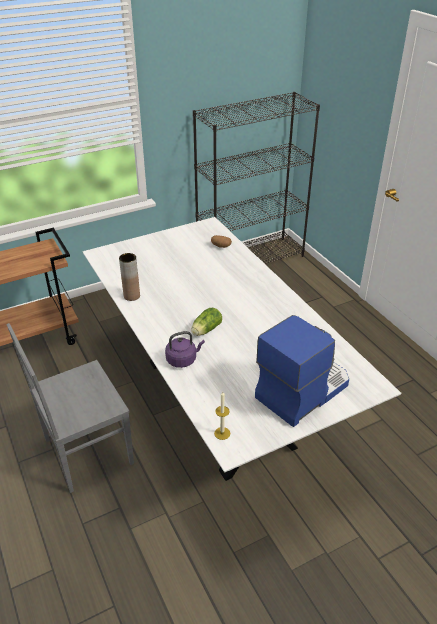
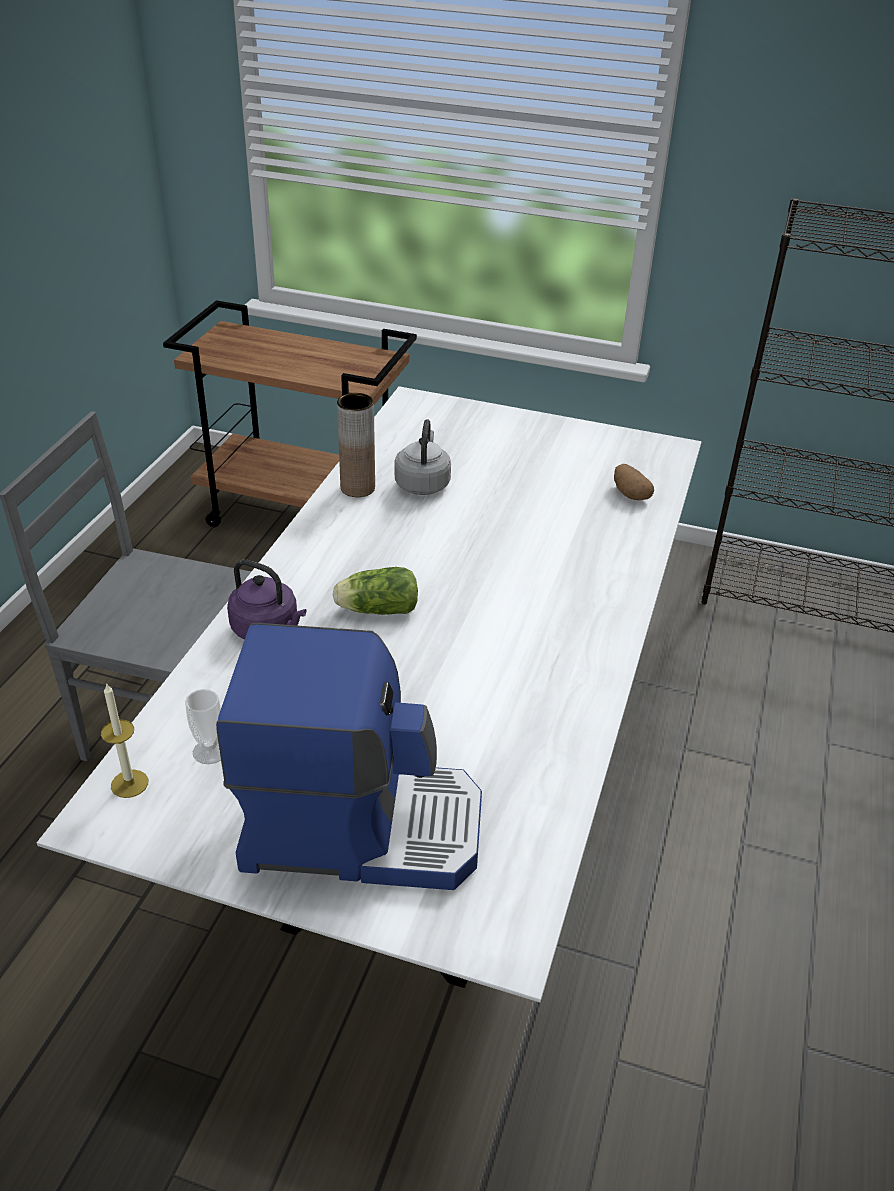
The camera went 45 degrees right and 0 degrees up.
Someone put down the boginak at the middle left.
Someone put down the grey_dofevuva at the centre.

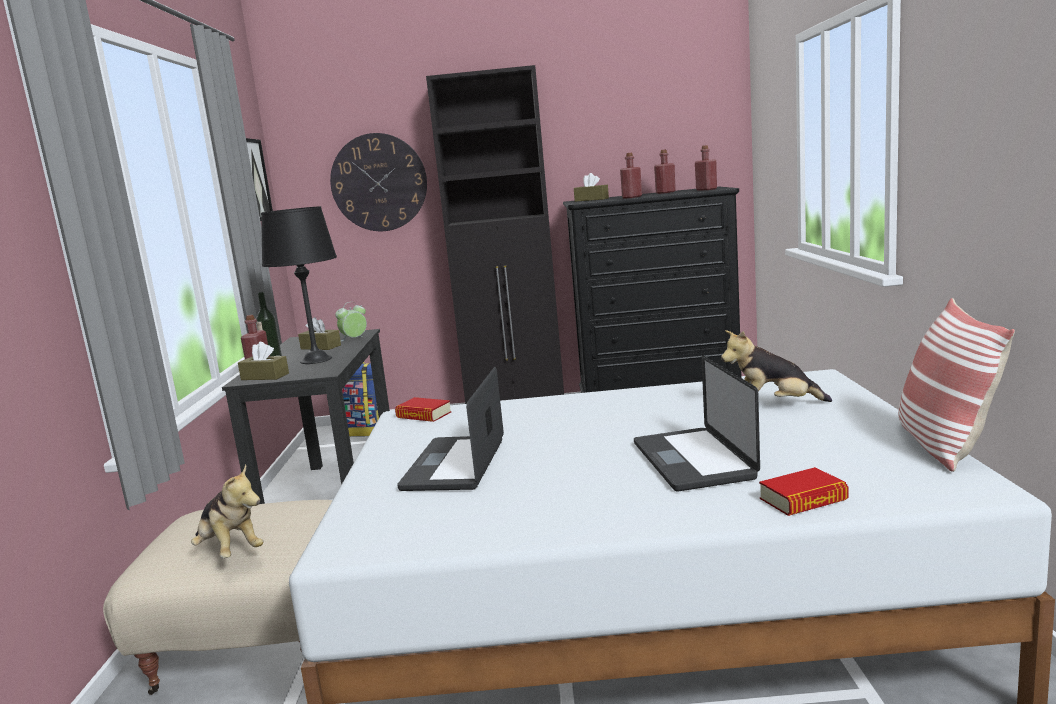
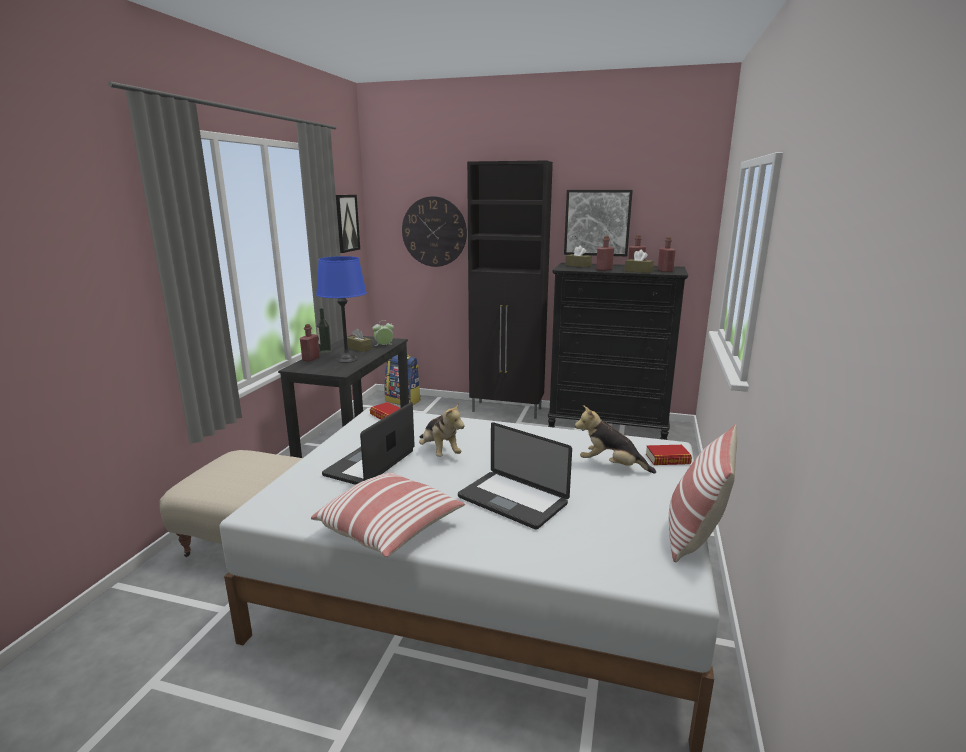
The camera went 15 degrees right and 5 degrees up.
Someone put down the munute (1st from left) at the bottom centre.
Someone put up the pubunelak (2nd from left) at the top centre.
Someone carried the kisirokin (1st from left) from the bottom left to the centre.
Someone carried the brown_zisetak (1st from left in the first image) from the middle left to the centre.
Someone carried the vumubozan (2nd from left) from the bottom right to the middle right.
Someone repainted the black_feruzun at the middle left, which became the blue_feruzun at the centre.
Someone rotated the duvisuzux (2nd from left) at the centre by 60 degrees counterclockwise.

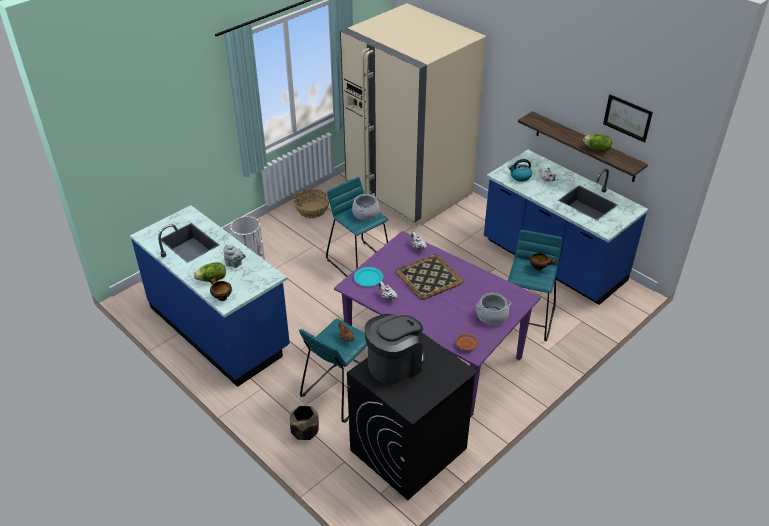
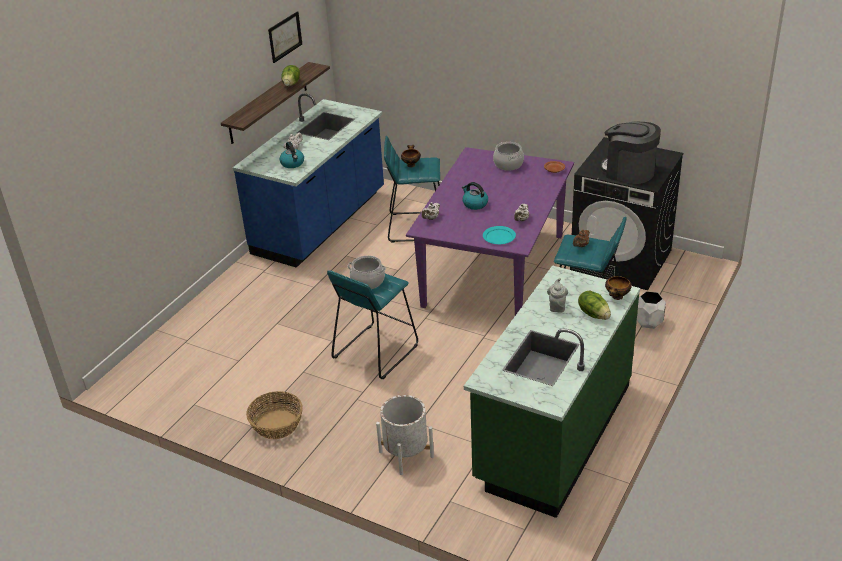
The camera went 105 degrees left and 5 degrees down.
Someone took away the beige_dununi at the top centre.
Someone swapped the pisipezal at the centre for the dofevuva (2nd from left) at the centre.
Someone repainted the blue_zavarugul (1st from left) at the middle left, which became the green_zavarugul at the bottom centre.
Someone repainted the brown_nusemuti at the bottom centre, which became the white_nusemuti (2nd from left) at the middle right.

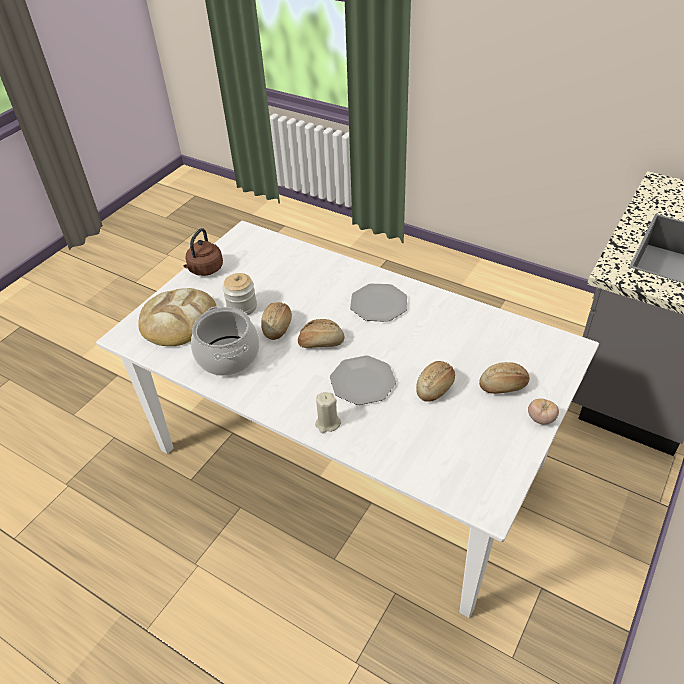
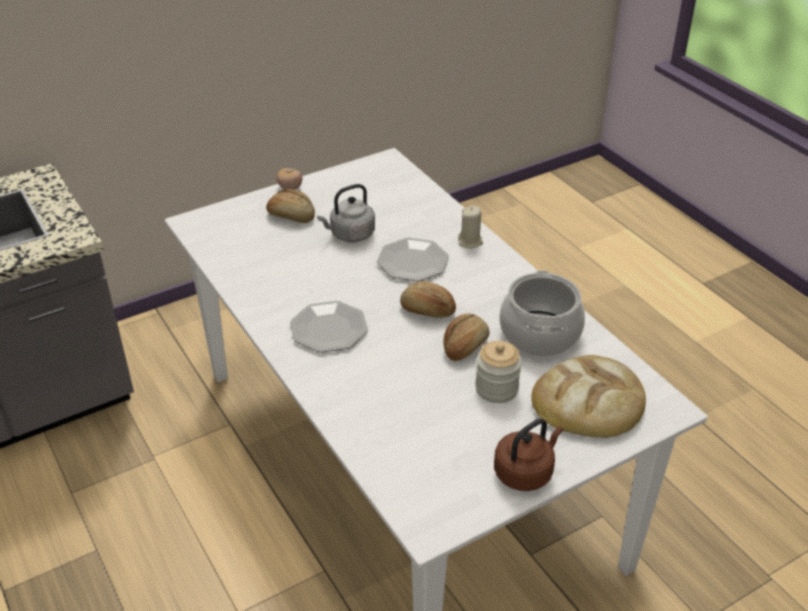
The camera went 155 degrees left and 5 degrees down.
Someone swapped the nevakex (4th from left) at the centre for the grey_dofevuva at the centre.

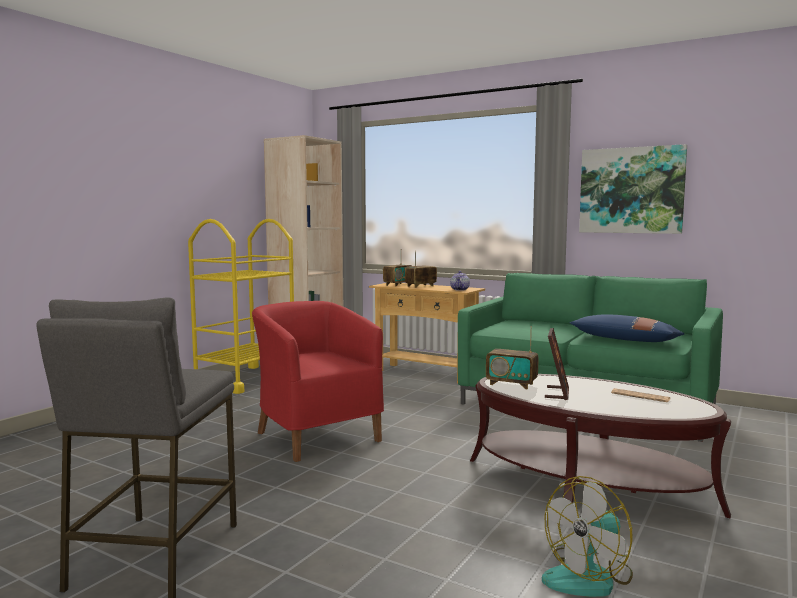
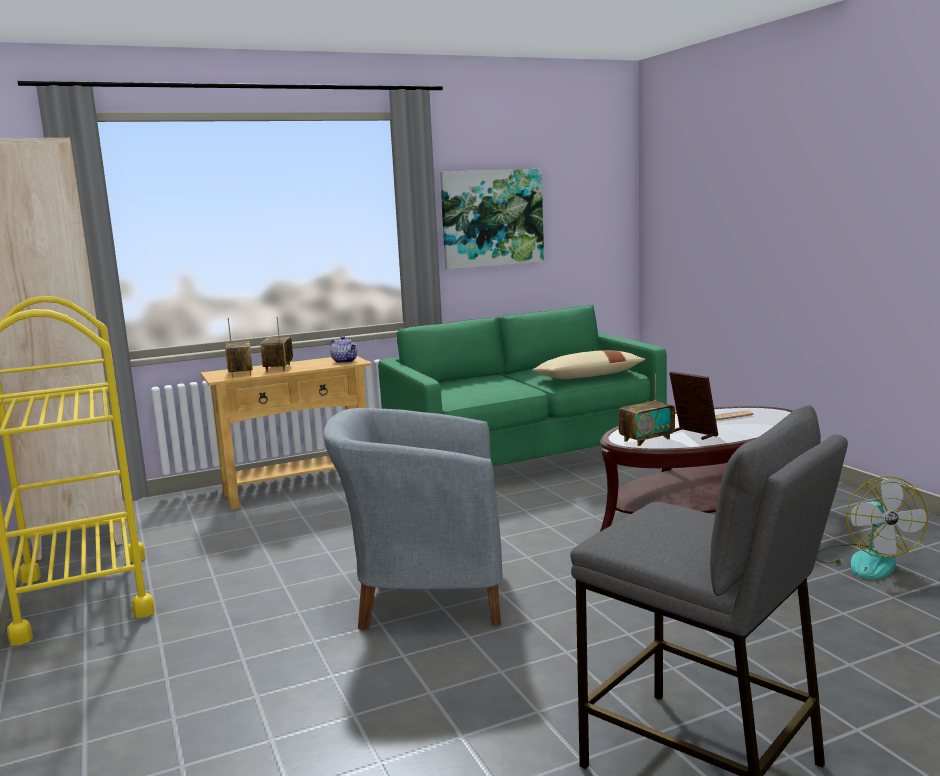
The camera went 55 degrees left and 5 degrees up.
Someone repainted the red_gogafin at the centre, which became the grey_gogafin at the bottom centre.
Someone repainted the blue_munute at the middle right, which became the beige_munute at the centre.

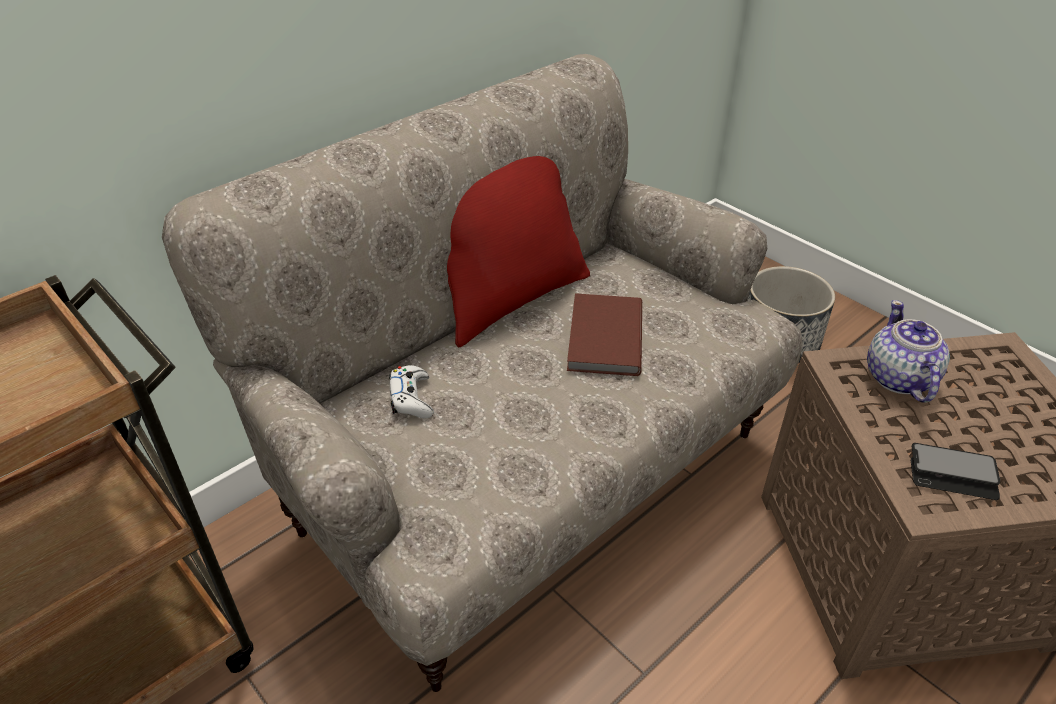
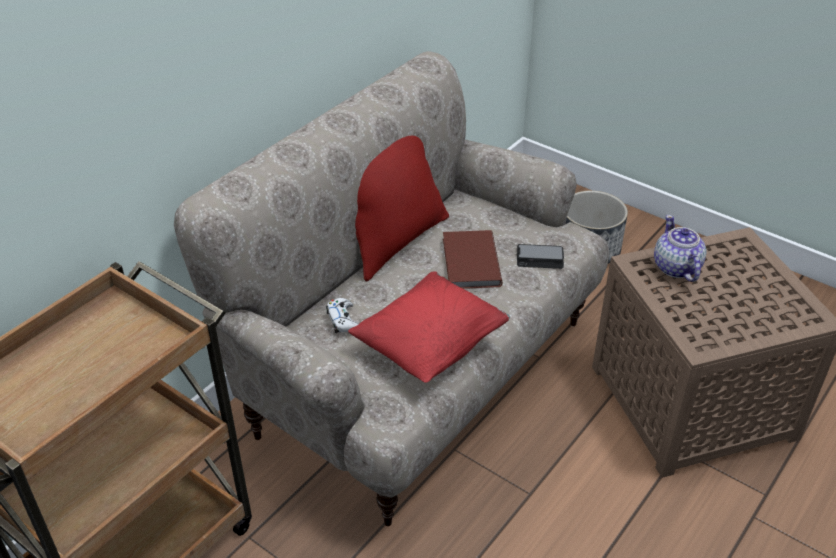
The camera went 10 degrees left and 0 degrees up.
Someone put down the red_munute (2nd from left) at the centre.
Someone carried the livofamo from the bottom right to the centre.

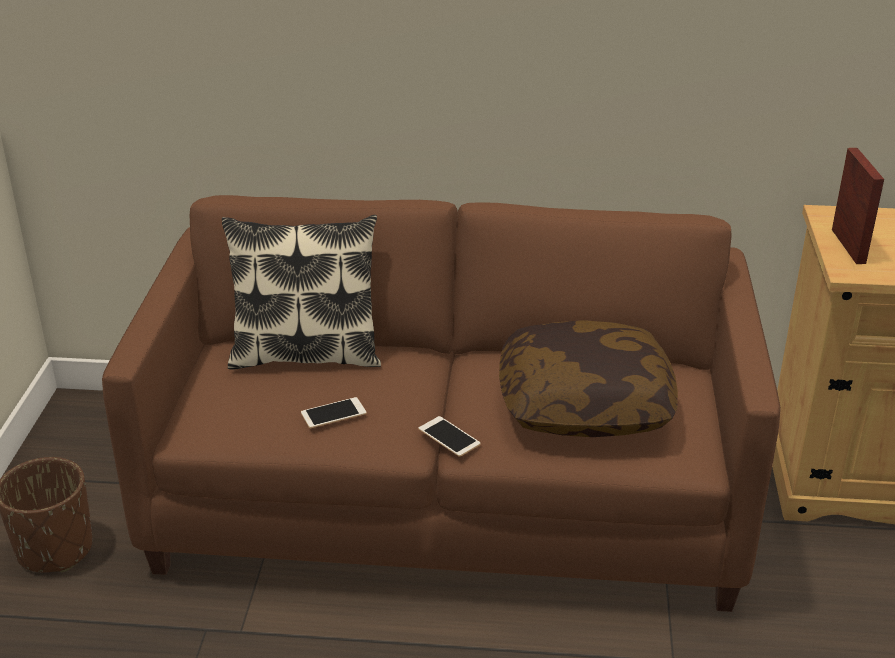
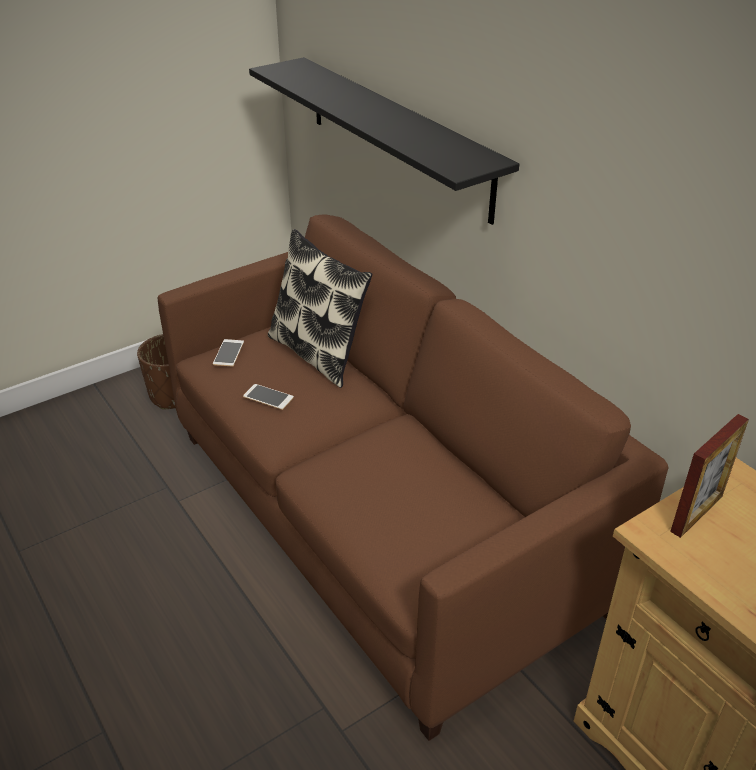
The camera went 50 degrees right and 5 degrees up.
Someone took away the munute (2nd from left) at the centre.
Someone put up the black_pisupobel at the top centre.
Someone carried the livofamo (2nd from left in the first image) from the centre to the middle left.

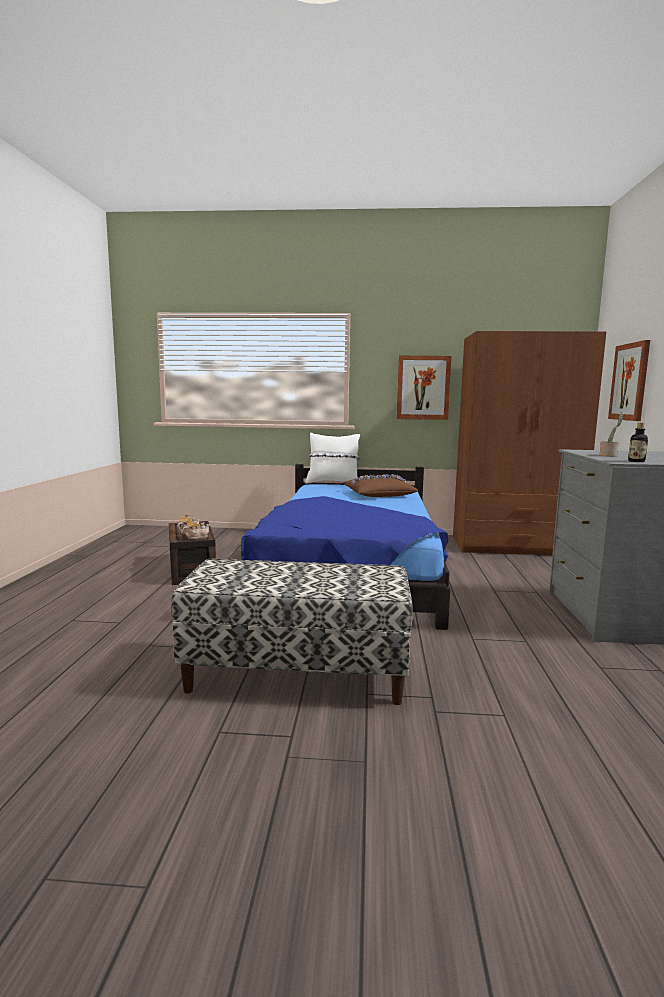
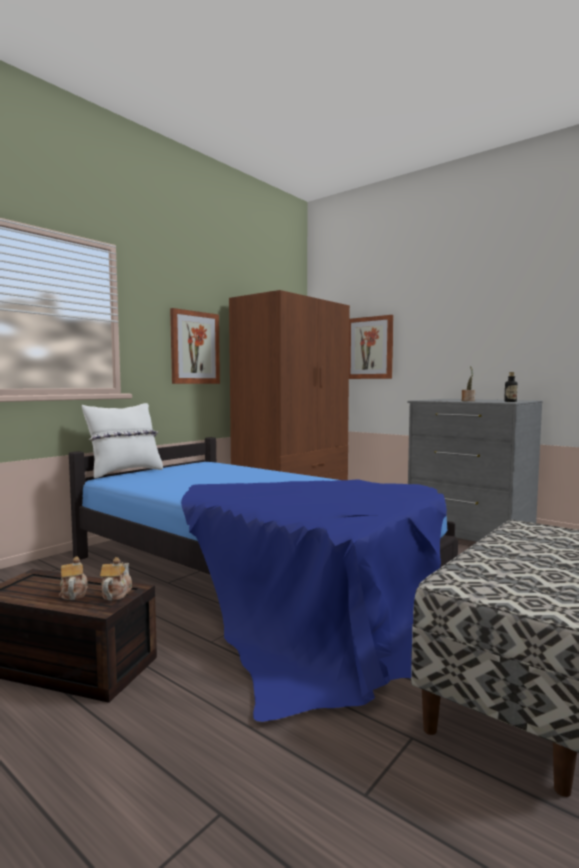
The camera went 55 degrees left and 5 degrees down.
Someone took away the brown_munute at the centre.

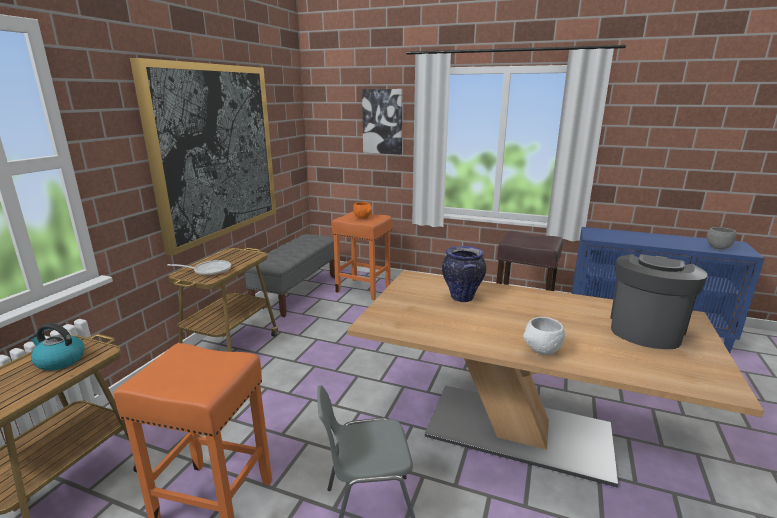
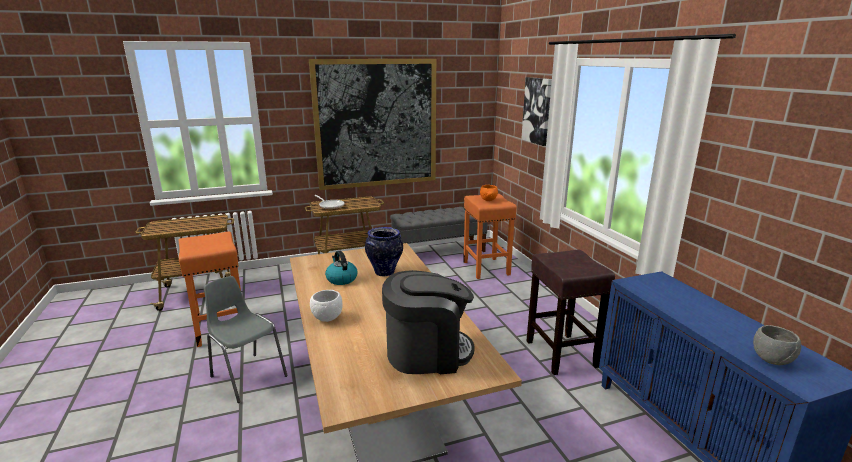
The camera went 50 degrees right and 0 degrees up.
Someone carried the dofevuva from the bottom left to the centre.

